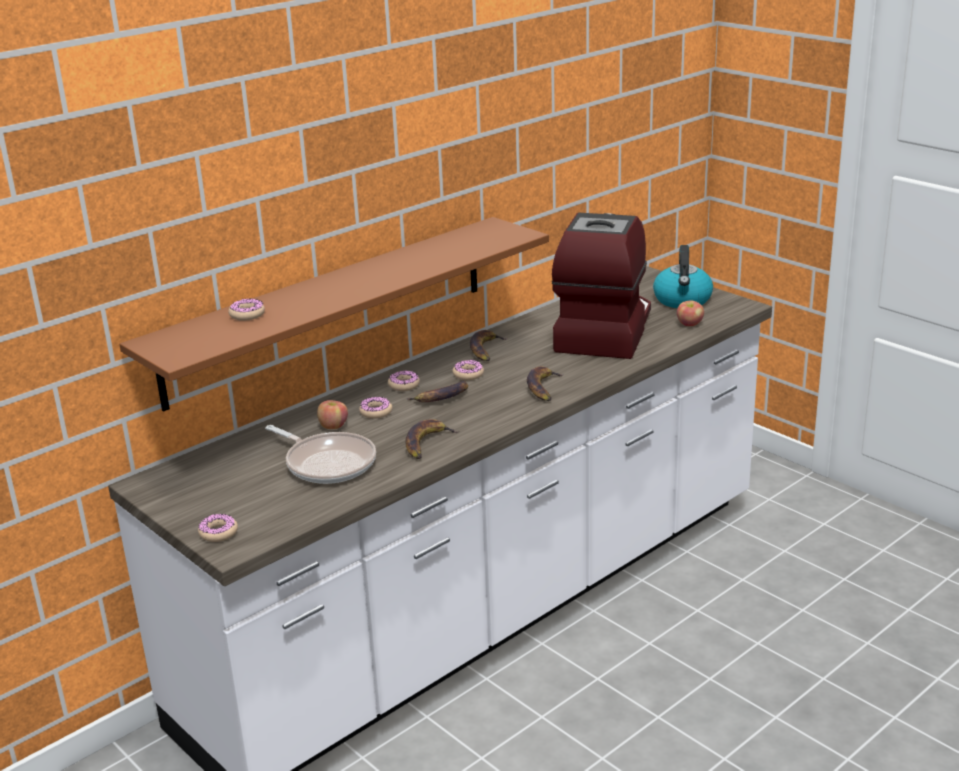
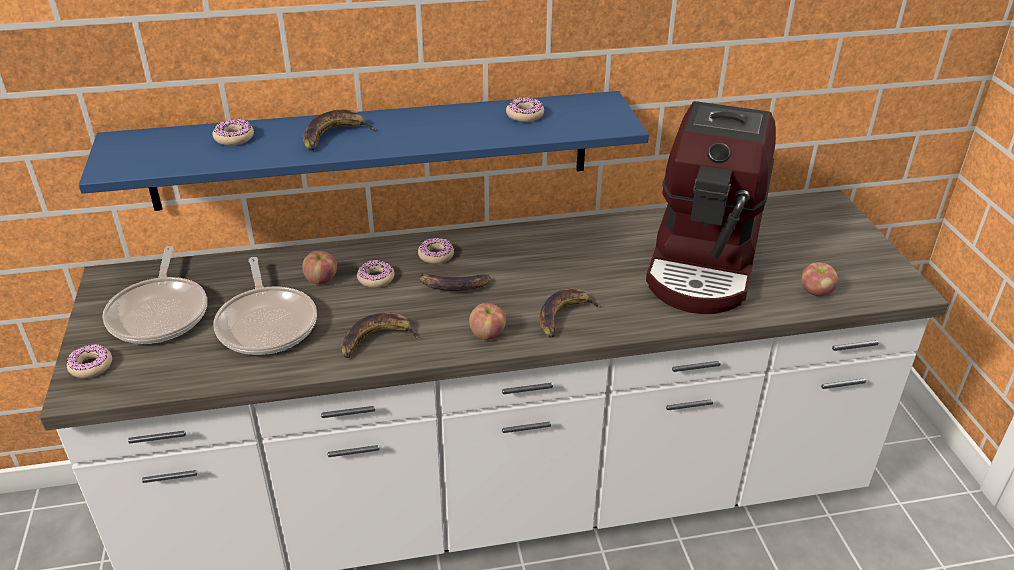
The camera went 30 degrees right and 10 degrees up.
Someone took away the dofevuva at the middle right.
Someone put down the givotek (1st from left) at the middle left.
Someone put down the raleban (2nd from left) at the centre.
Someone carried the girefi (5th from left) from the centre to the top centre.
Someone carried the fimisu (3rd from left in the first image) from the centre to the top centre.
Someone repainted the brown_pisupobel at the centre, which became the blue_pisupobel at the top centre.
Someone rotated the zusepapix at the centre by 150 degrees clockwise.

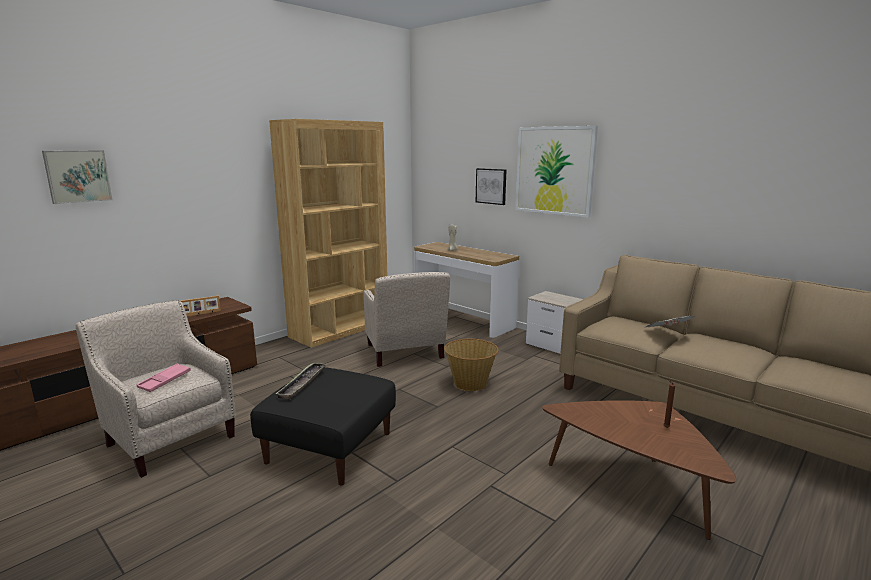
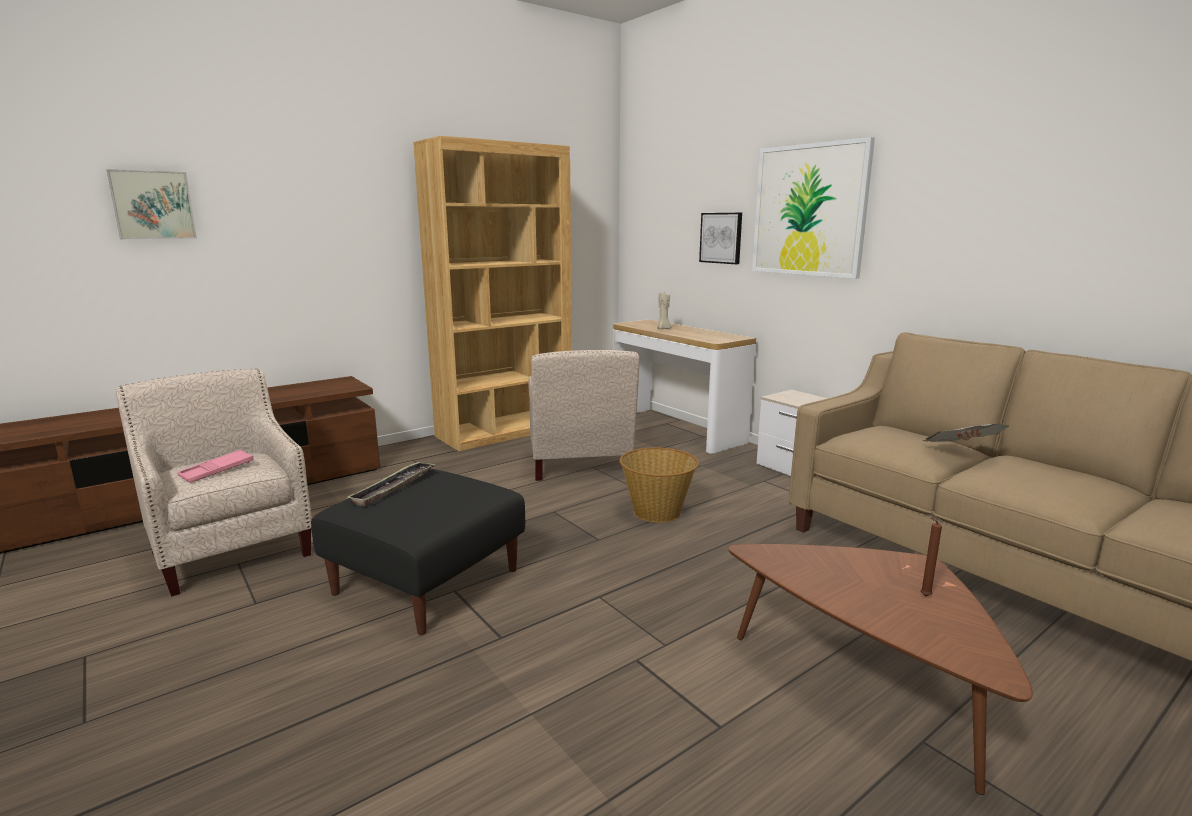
The camera went 10 degrees right and 0 degrees up.
Someone took away the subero at the middle left.

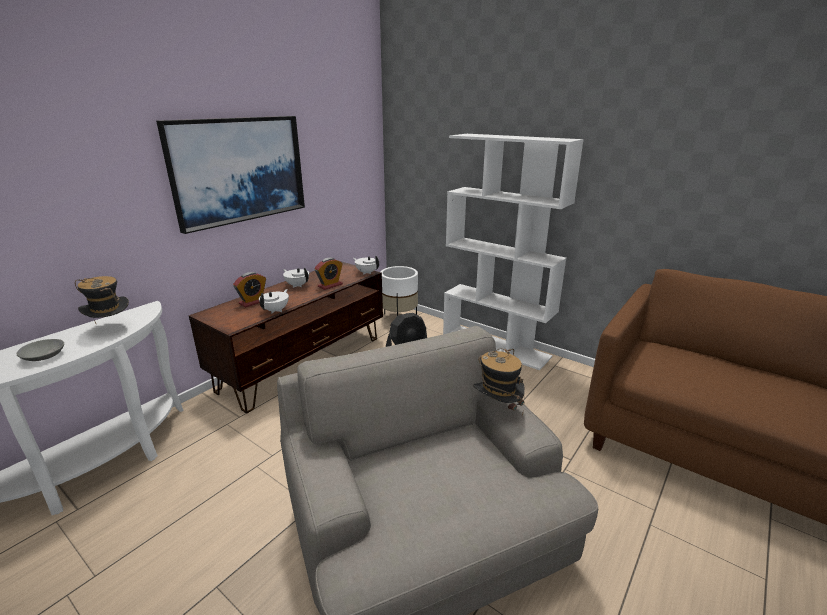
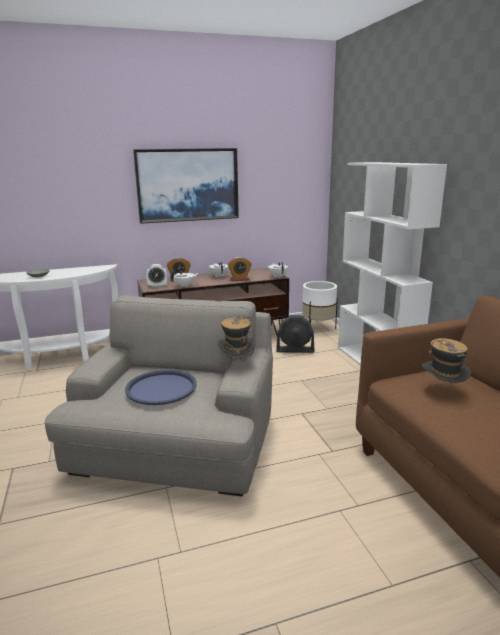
The camera went 35 degrees right and 5 degrees down.
Someone put down the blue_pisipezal at the middle left.
Someone put down the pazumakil (1st from left) at the middle left.
Someone carried the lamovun (1st from left in the first image) from the middle left to the middle right.

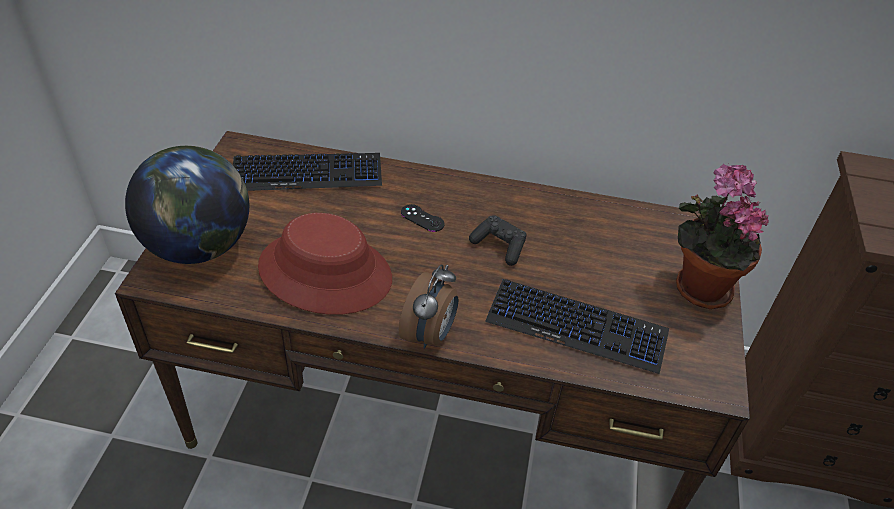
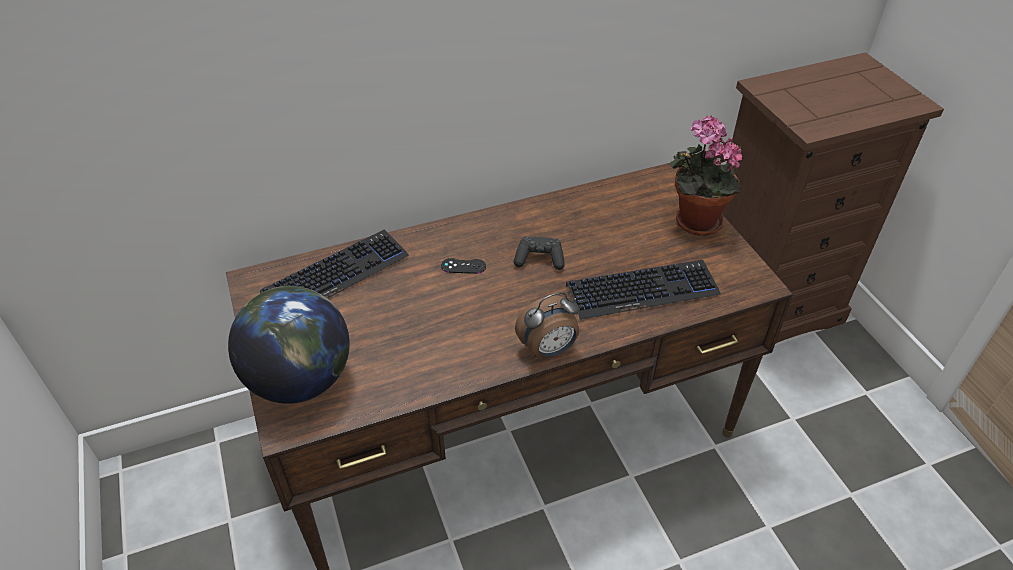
The camera went 30 degrees left and 0 degrees up.
Someone took away the red_lamovun at the centre.
Someone rotated the pazumakil at the centre by 75 degrees clockwise.

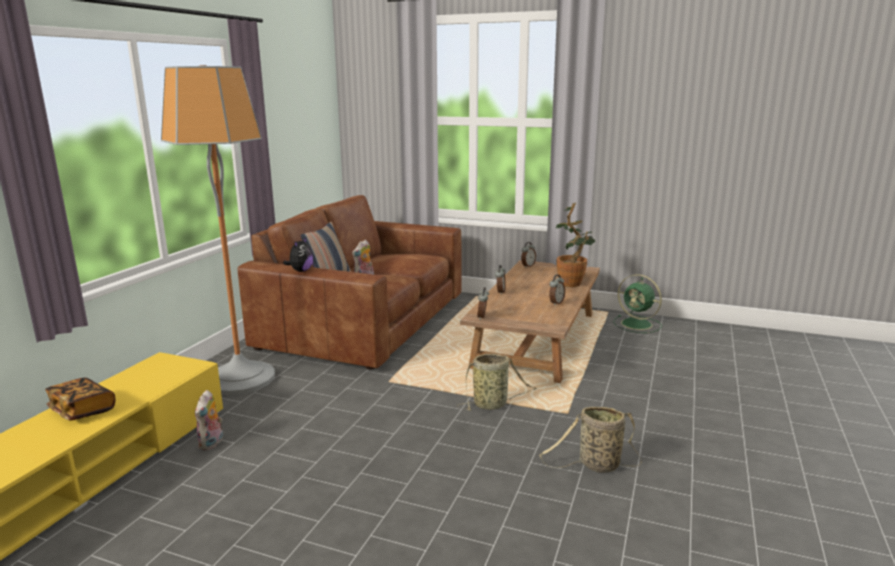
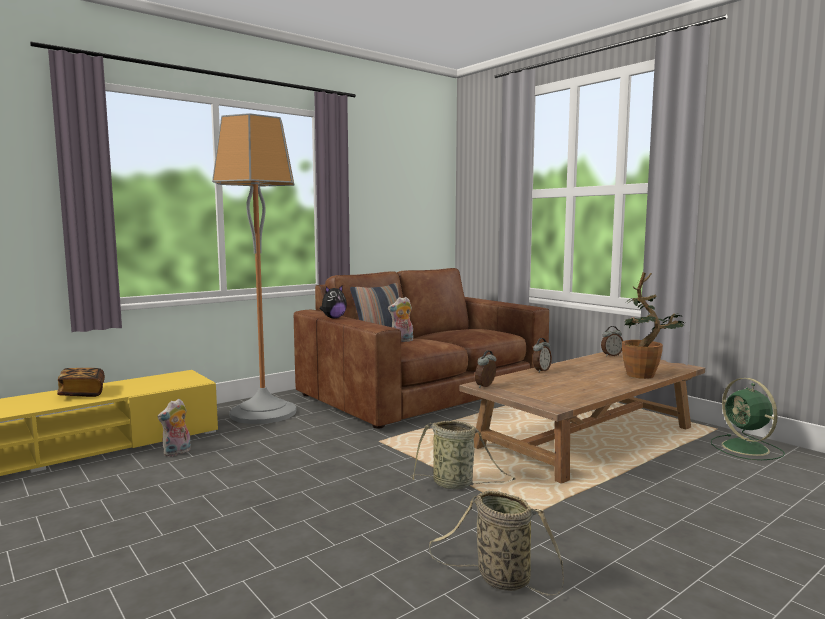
The camera went 30 degrees right and 10 degrees down.
Someone took away the pazumakil (4th from left) at the centre.

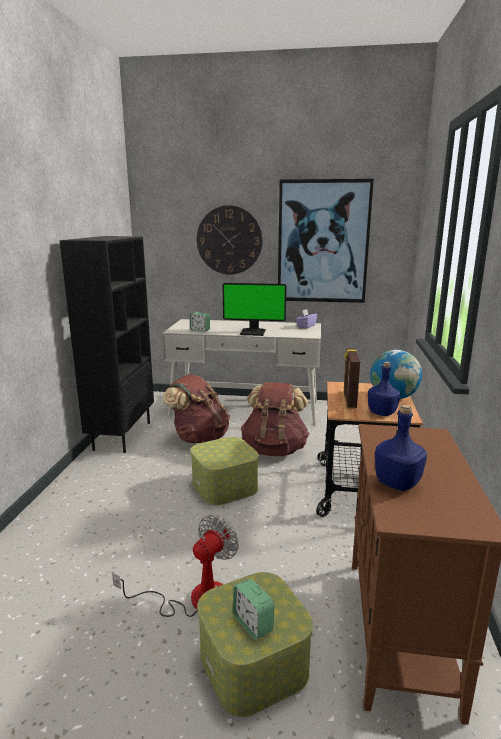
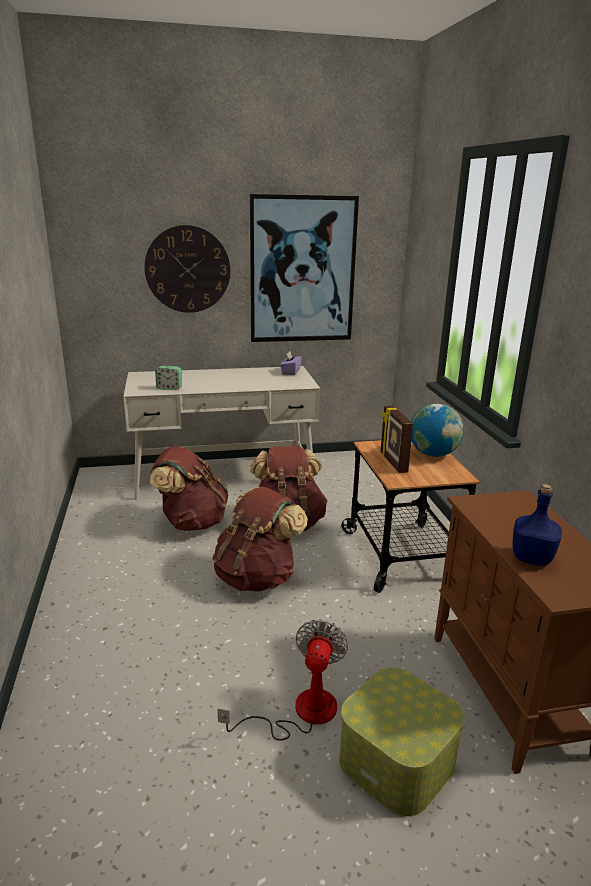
The camera went 20 degrees left and 5 degrees up.
Someone took away the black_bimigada at the middle left.
Someone took away the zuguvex at the centre.
Someone took away the pazumakil (2nd from left) at the bottom centre.
Someone took away the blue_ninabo (1st from left) at the middle right.
Someone swapped the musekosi (1st from left) at the centre for the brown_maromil (2nd from left) at the centre.

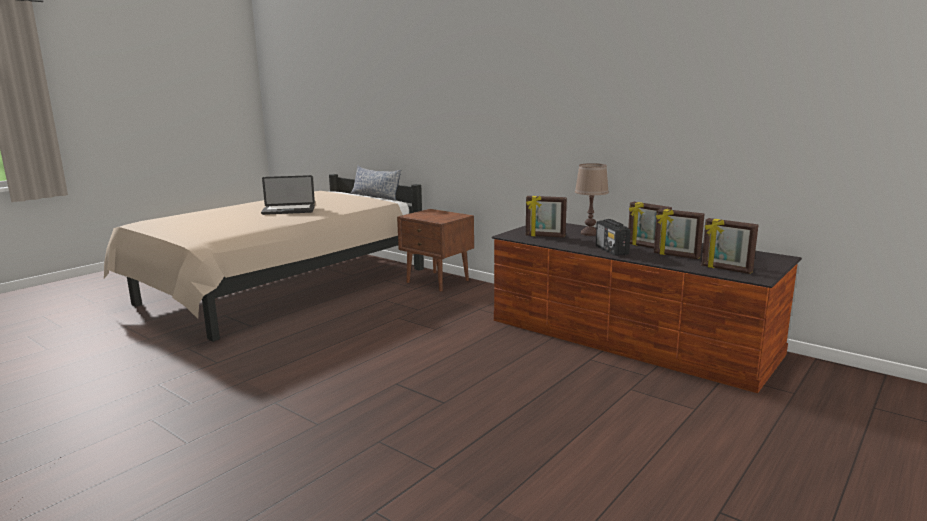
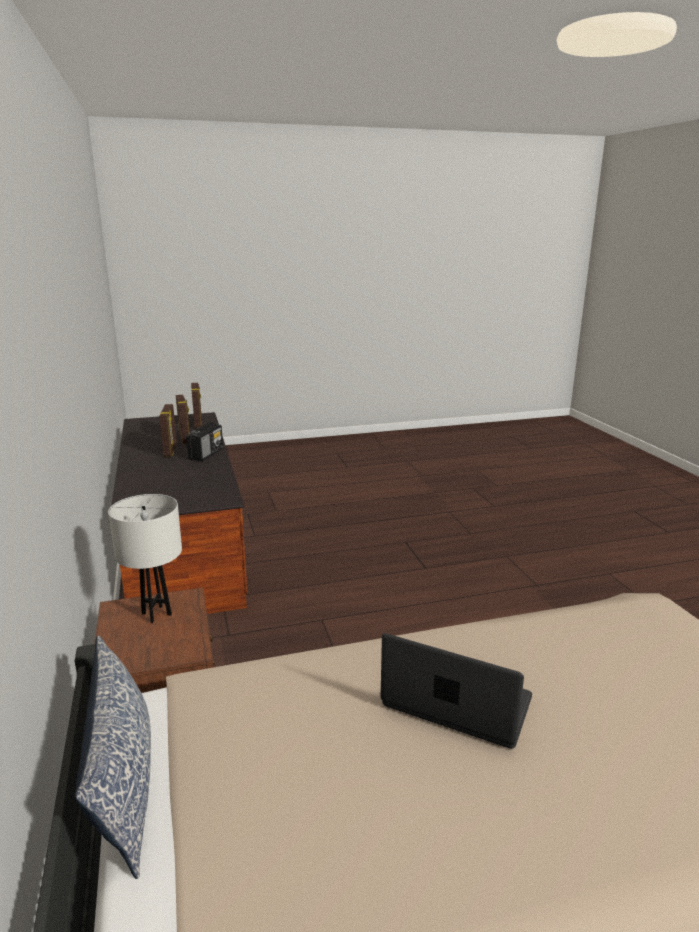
The camera went 145 degrees left and 5 degrees up.
Someone took away the subero (1st from left) at the centre.
Someone took away the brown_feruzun at the centre.
Someone put down the white_feruzun at the middle left.

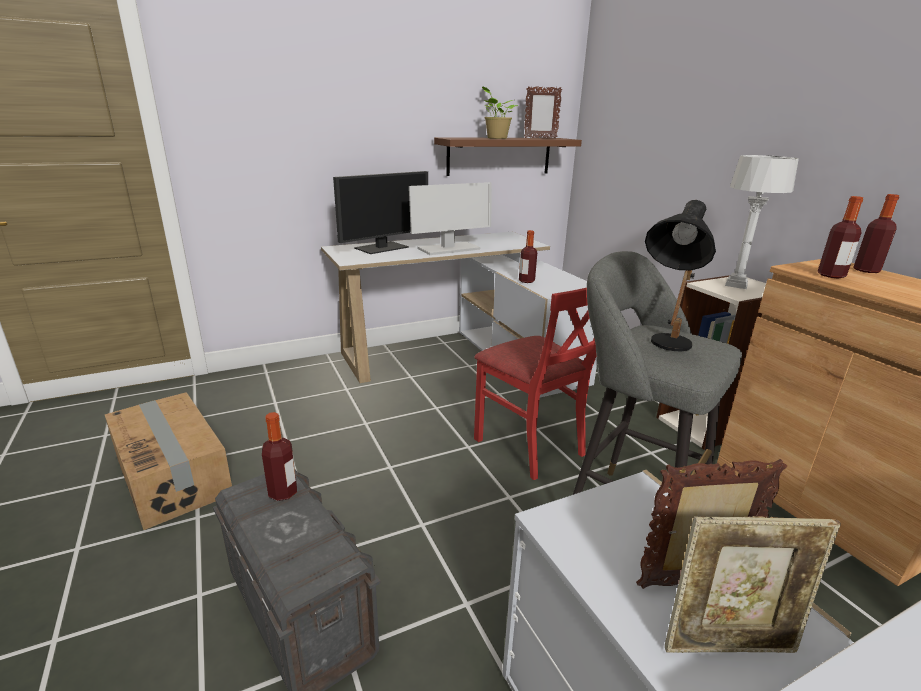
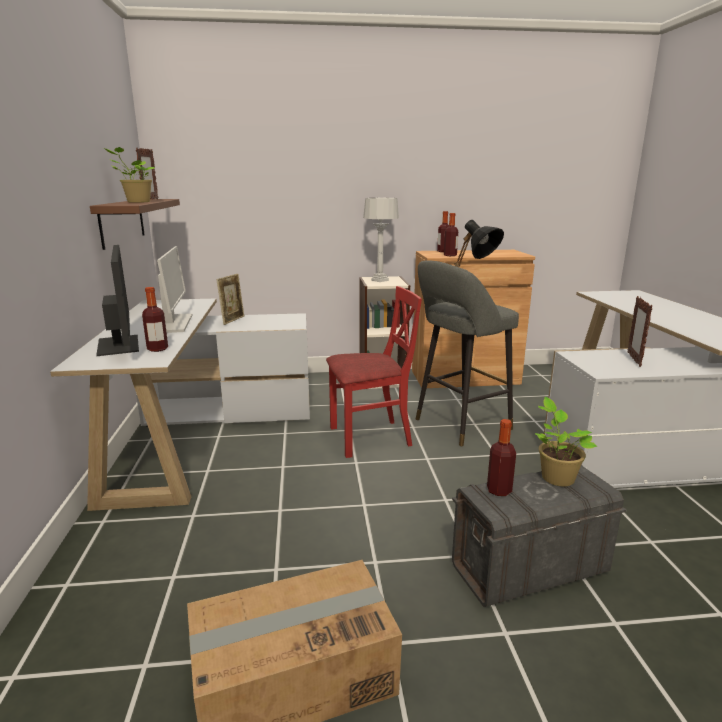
The camera went 70 degrees left and 5 degrees down.
Someone put down the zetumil (2nd from left) at the middle right.
Someone carried the ninabo (2nd from left in the first image) from the centre to the middle left.
Someone carried the subero (3rd from left in the first image) from the bottom right to the middle left.

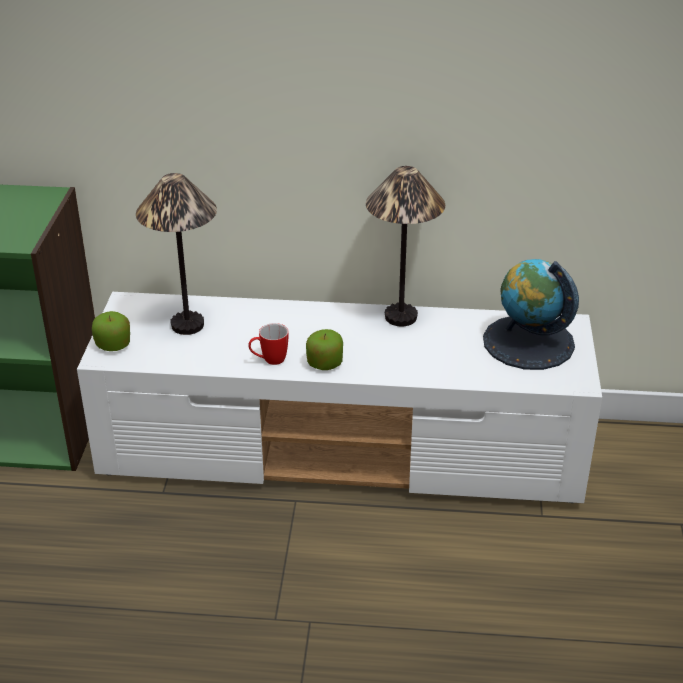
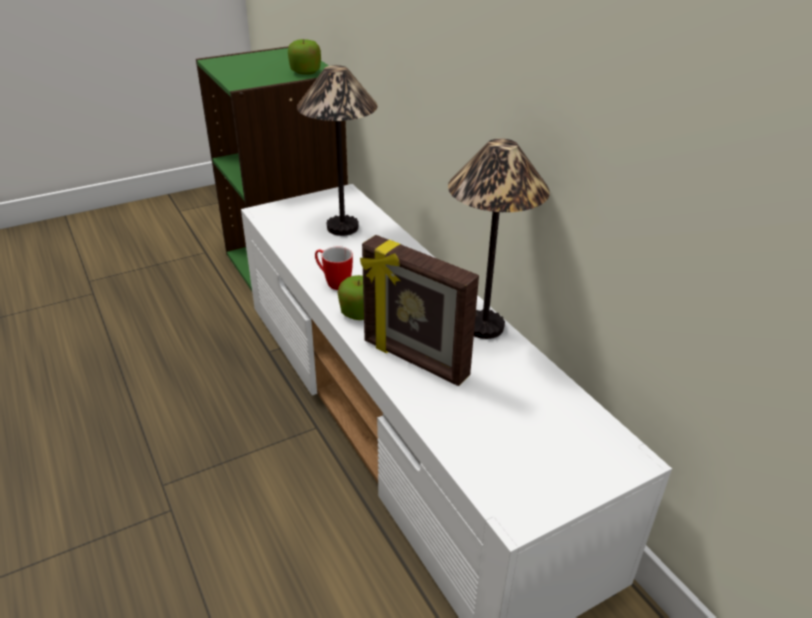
The camera went 55 degrees right and 0 degrees up.
Someone took away the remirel at the middle right.
Someone put down the subero at the centre.
Someone carried the raleban (1st from left) from the middle left to the top centre.

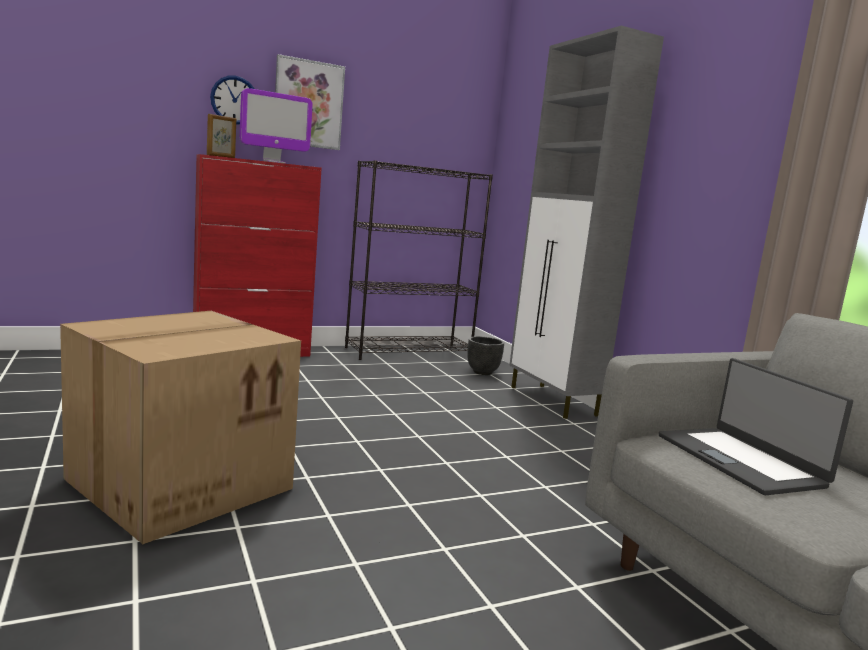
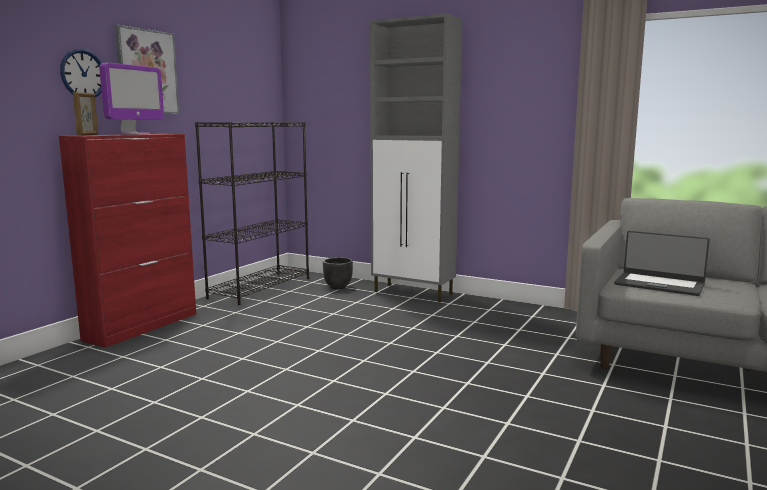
The camera went 35 degrees left and 0 degrees up.
Someone took away the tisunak at the middle left.

